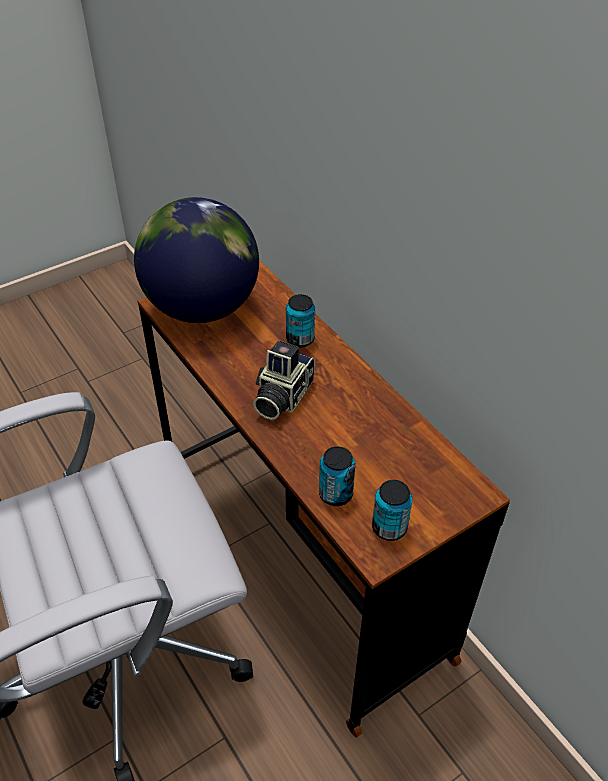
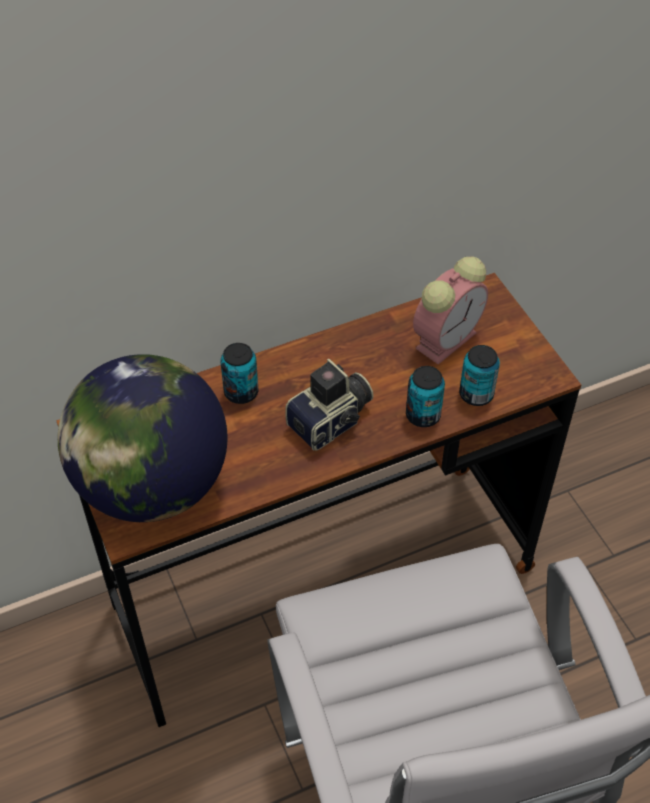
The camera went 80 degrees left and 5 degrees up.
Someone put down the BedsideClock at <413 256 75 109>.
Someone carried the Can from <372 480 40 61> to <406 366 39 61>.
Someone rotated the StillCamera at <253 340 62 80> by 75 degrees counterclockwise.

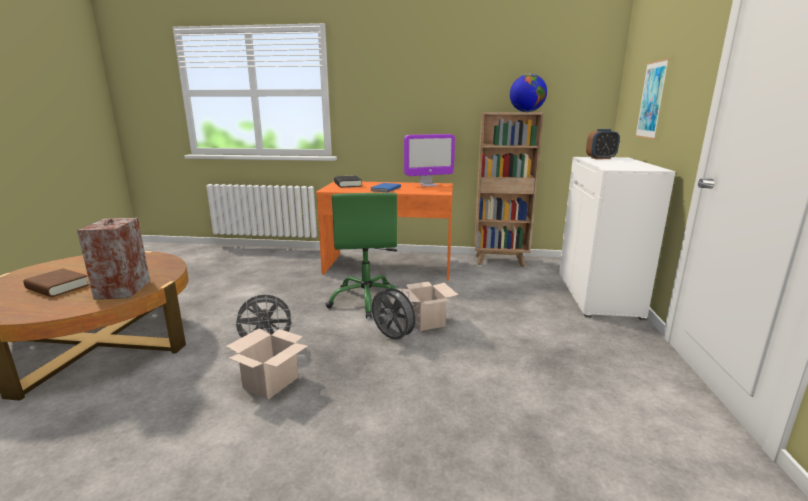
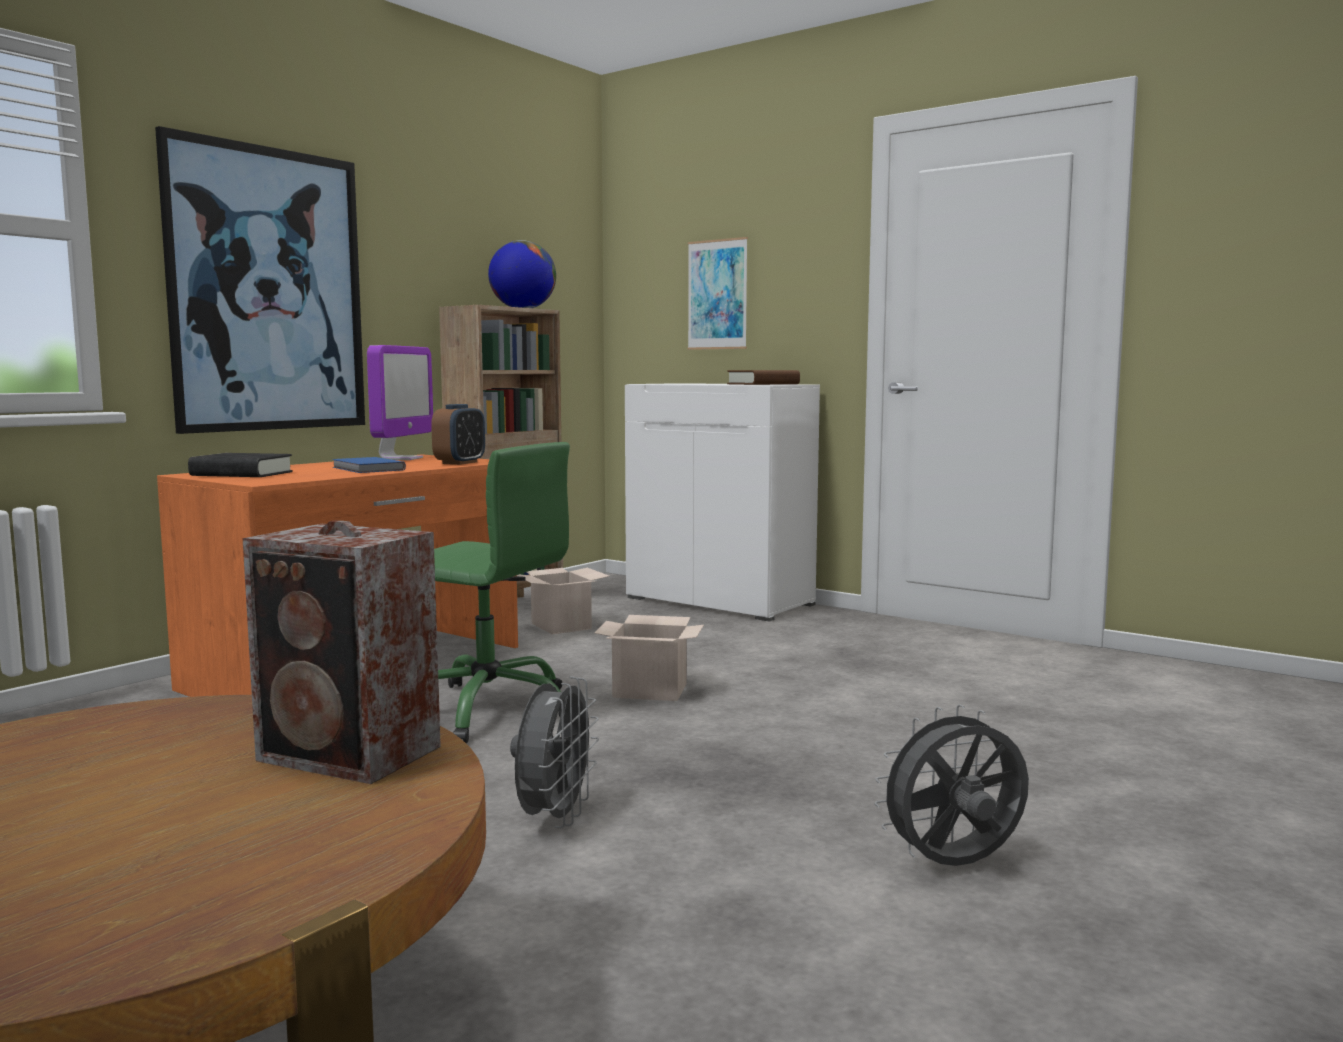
The camera went 60 degrees left and 10 degrees down.
Someone put up the WallArt at <155 126 210 308>.
Someone carried the BrownBoundBook from <23 268 67 29> to <727 370 73 15>.
Someone carried the Carton from <226 328 81 71> to <517 568 92 66>.
Someone carried the GrayElectricFan from <372 284 48 56> to <874 704 155 162>.
Someone carried the BedsideClock from <586 129 34 30> to <431 404 54 61>.

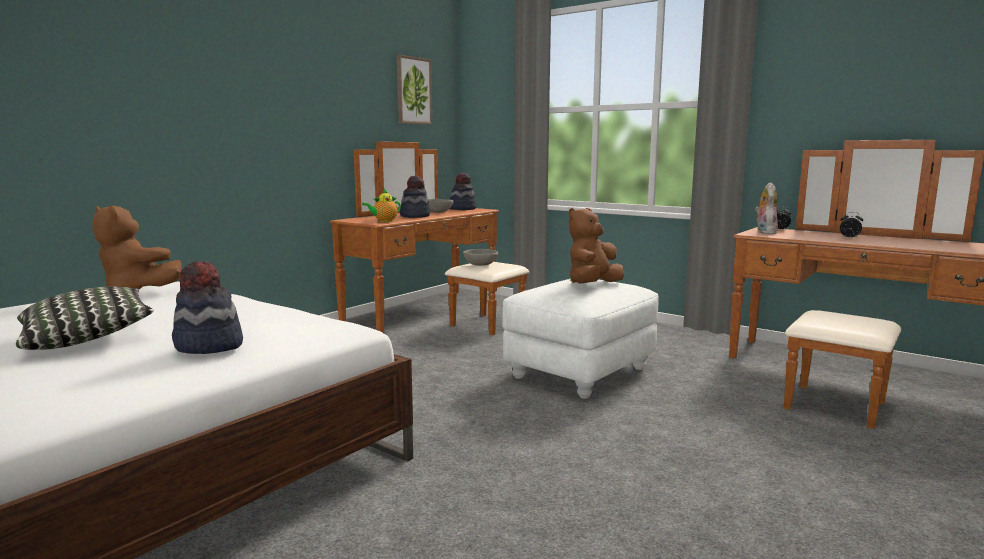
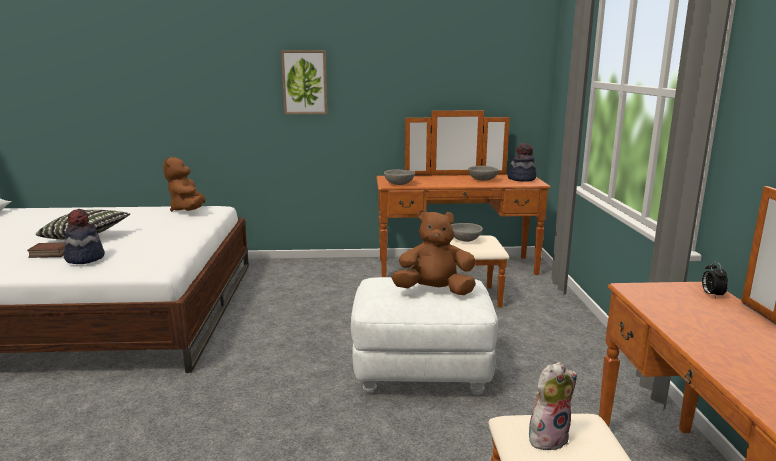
The camera went 50 degrees right and 5 degrees up.
Someone took away the Hat at <400 176 30 42>.
Someone took away the BedsideClock at <840 212 23 27>.
Someone put down the BoundBook at <27 243 38 15>.
Someone carried the WallArt from <397 54 35 70> to <281 50 46 64>.
Someone carried the CuddlyToy from <755 183 23 51> to <529 362 48 88>.
Someone swapped the PotForTea at <362 189 39 33> for the GrayBowl at <384 169 31 16>.

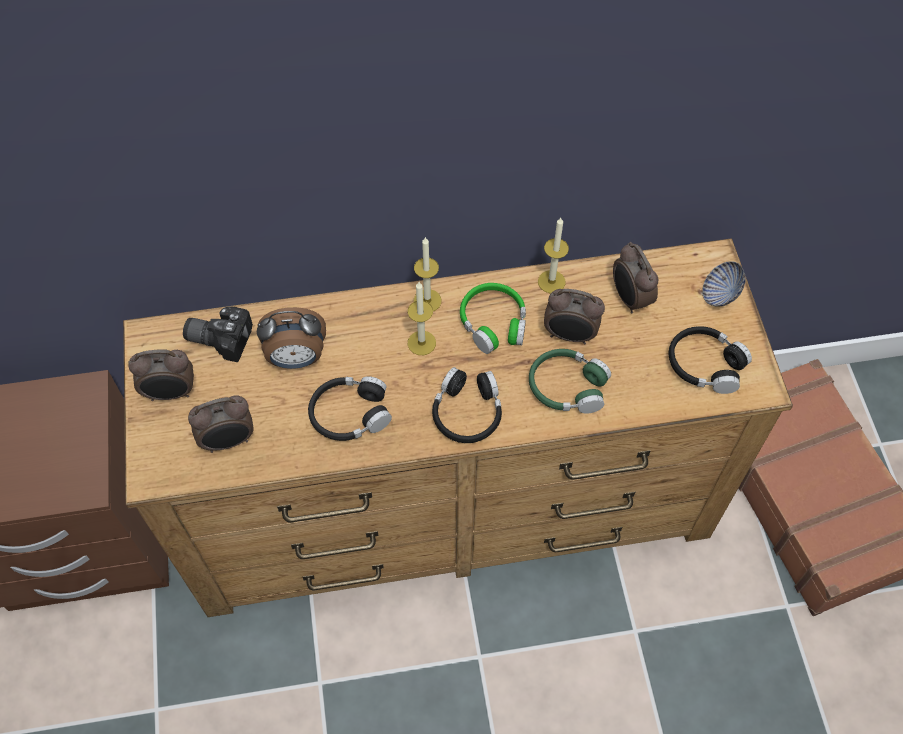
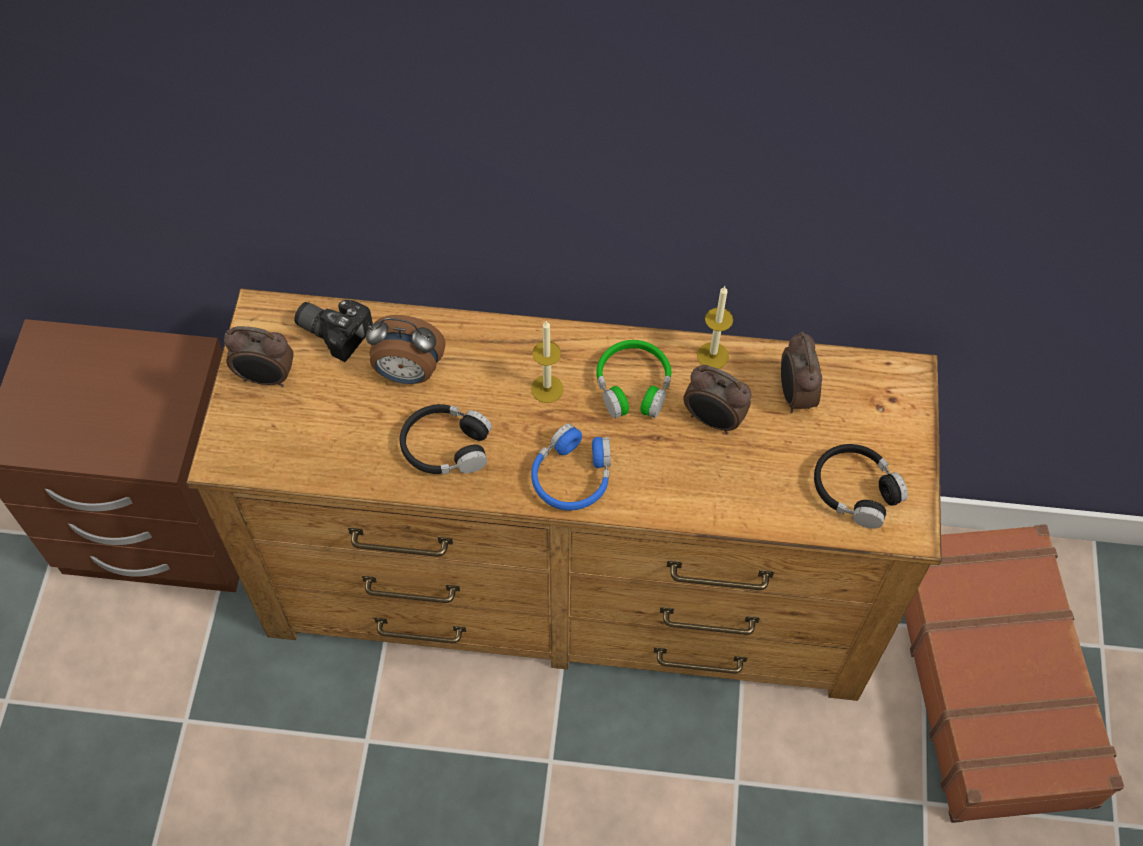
The camera went 15 degrees right and 0 degrees up.
Someone took away the BedsideClock at <188 395 66 58>.
Someone took away the WaxLight at <414 237 27 74>.
Someone took away the GreenishHeadset at <529 349 82 65>.
Someone took away the Bowl at <702 261 44 46>.
Someone repainted the BlackColouredHeadset at <432 367 70 76>, which became the BluishHeadset at <531 423 80 87>.

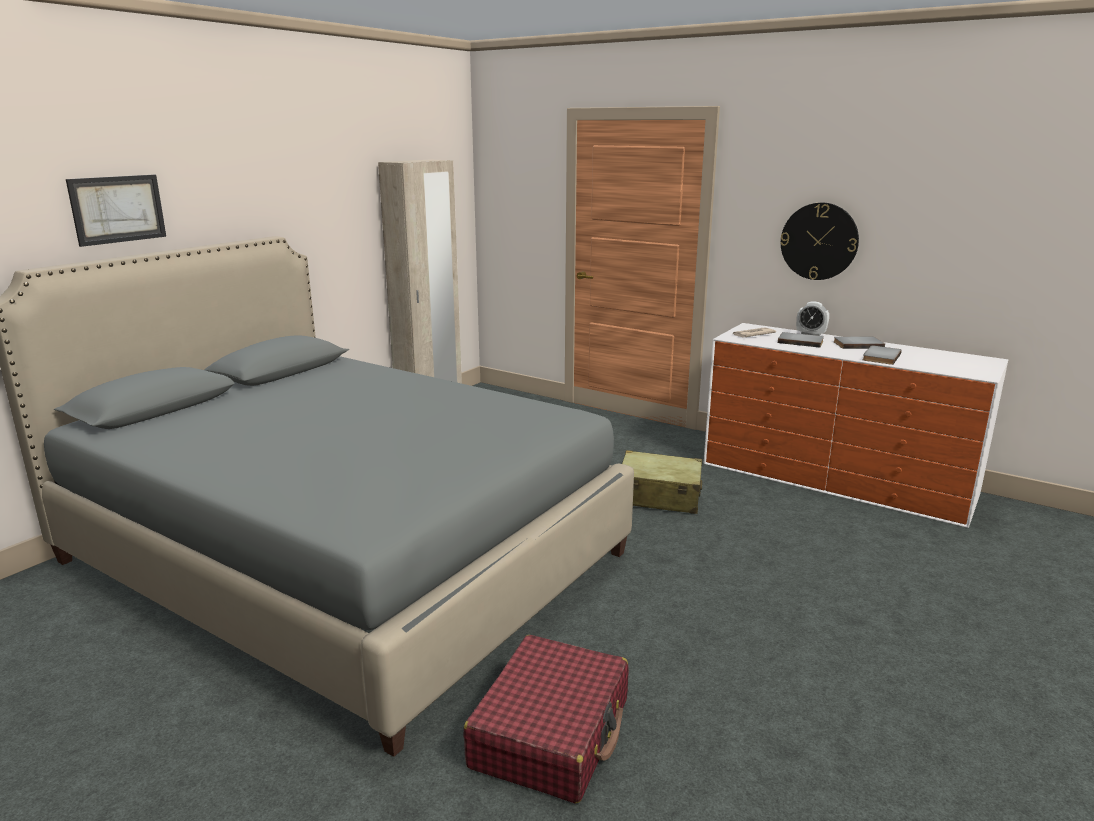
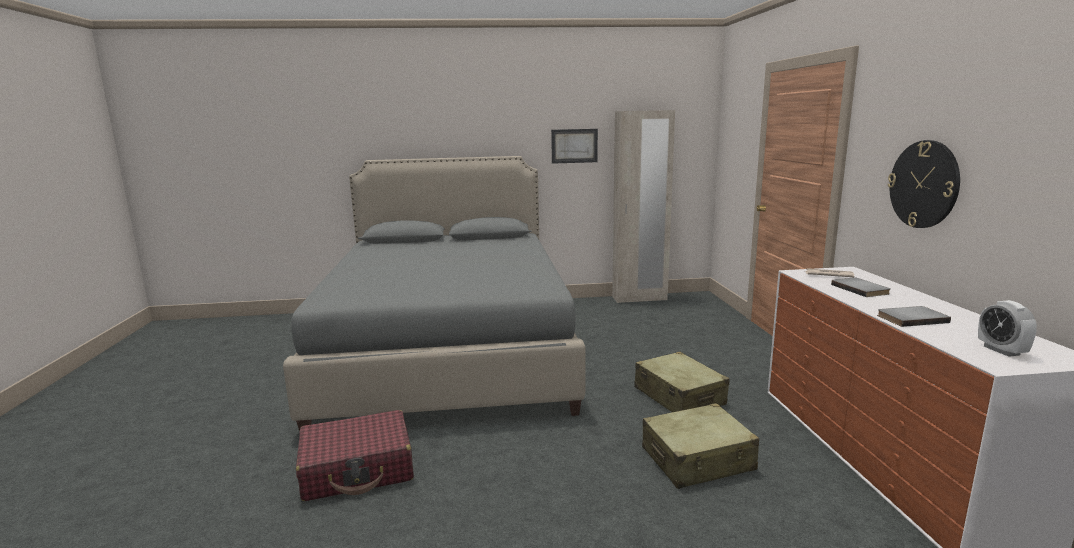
The camera went 50 degrees right and 5 degrees down.
Someone took away the GrayBoundBook at <834 337 51 12>.
Someone put down the SandColouredPieceOfLuggage at <642 403 117 86>.
Someone carried the WallArt from <66 175 100 72> to <551 129 47 35>.
Someone carried the BedsideClock from <796 301 33 35> to <978 300 59 57>.

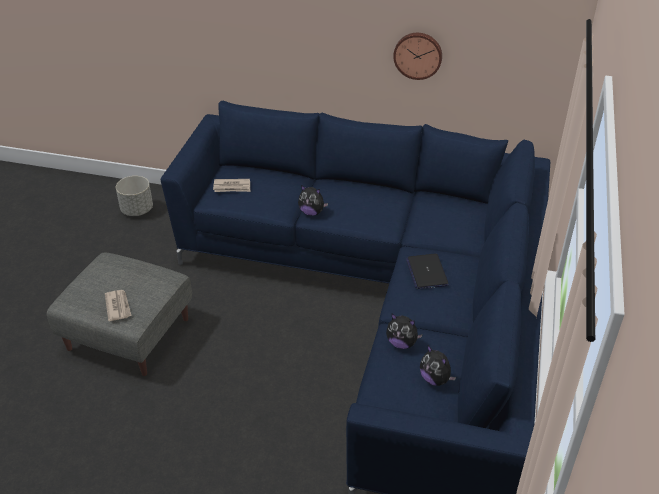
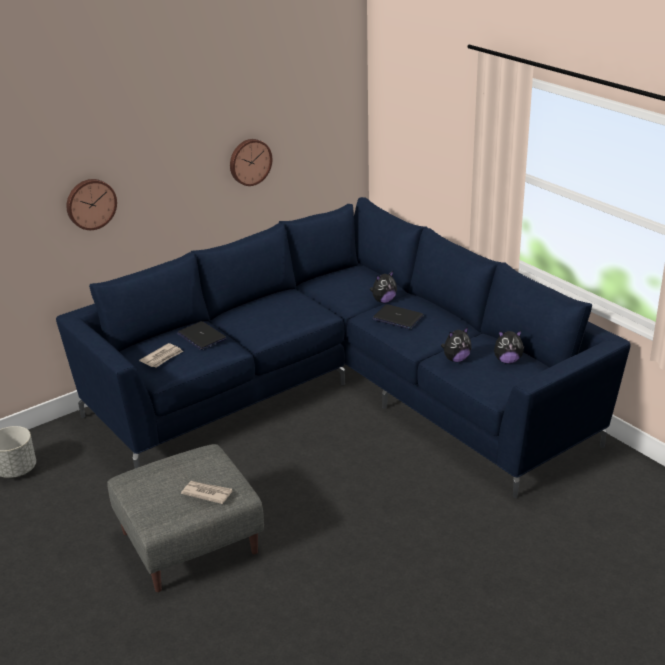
The camera went 50 degrees left and 10 degrees down.
Someone put up the ClockOnTheWall at <67 179 50 51>.
Someone put down the PortableComputer at <177 321 50 29>.
Someone carried the CuddlyToy from <298 185 30 31> to <370 271 27 32>.

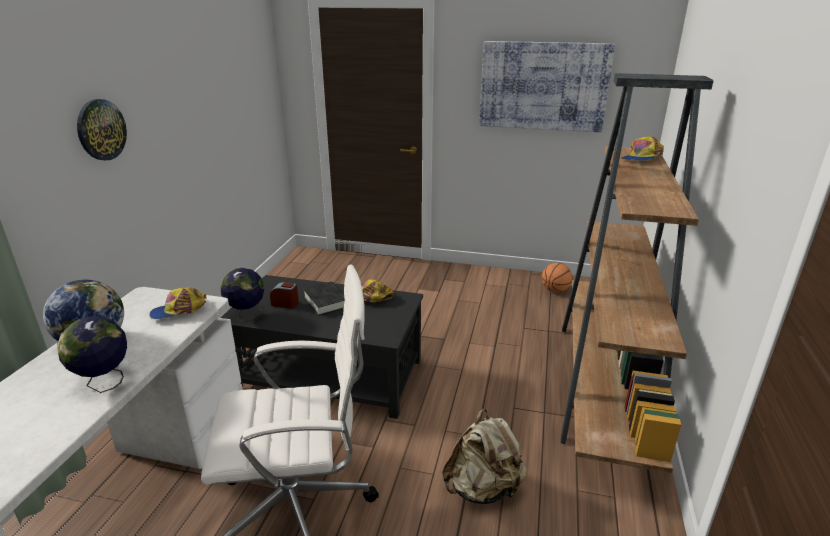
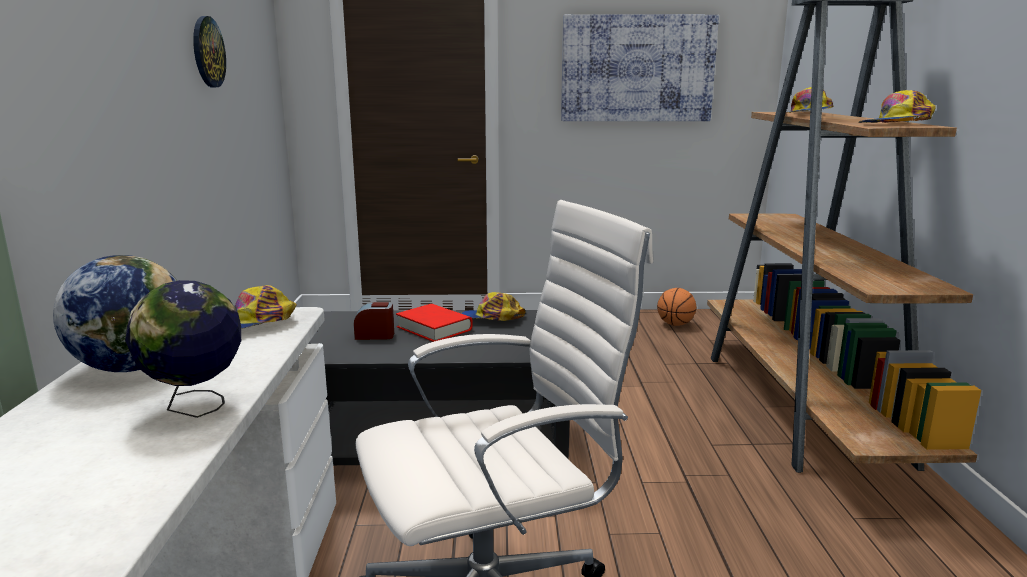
The camera went 15 degrees left and 10 degrees down.
Someone took away the Globe at <221 268 43 54>.
Someone took away the SandColouredBackpack at <442 409 85 95>.
Someone put down the BaseballCap at <858 90 78 33>.
Someone carried the ClockOnTheWall from <77 99 50 61> to <193 16 33 71>.
Someone repainted the BlackColouredBoundBook at <303 281 42 35>, which became the RedColouredBoundBook at <396 304 77 38>.

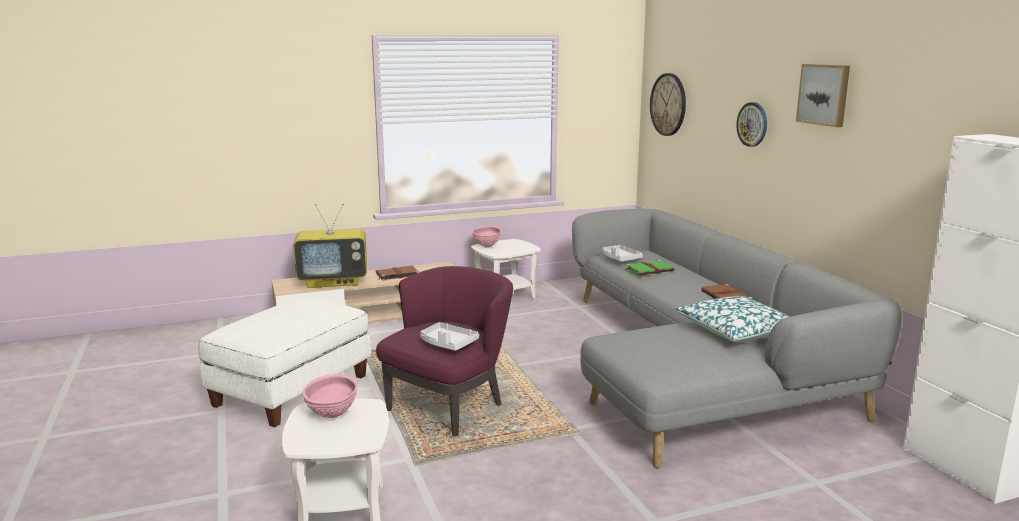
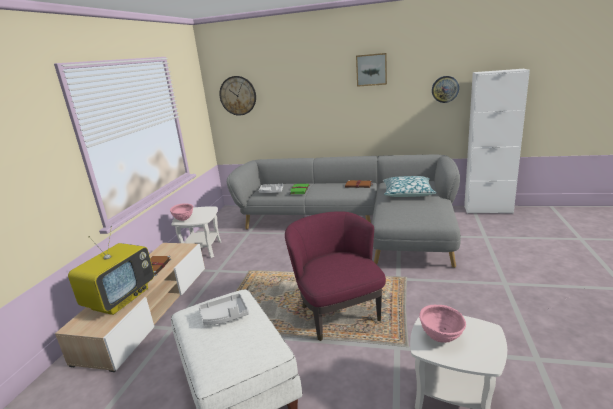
The camera went 55 degrees left and 5 degrees up.
Someone carried the GrayTray from <420 322 59 29> to <199 293 50 32>.
Someone carried the ClockOnTheWall from <736 102 31 45> to <432 76 27 27>.

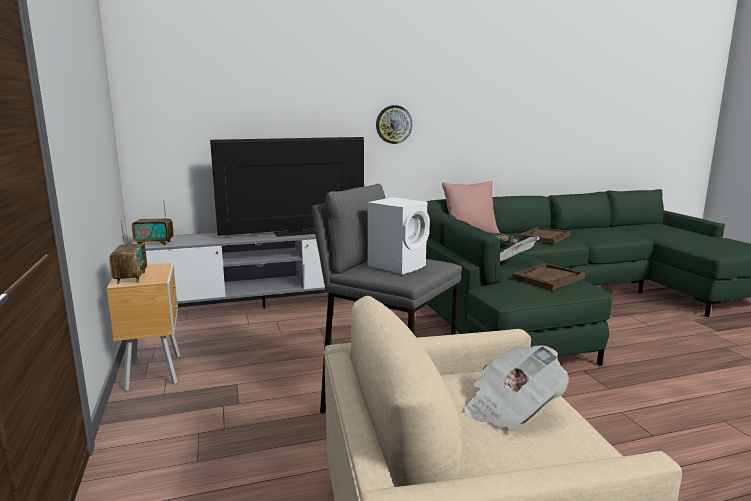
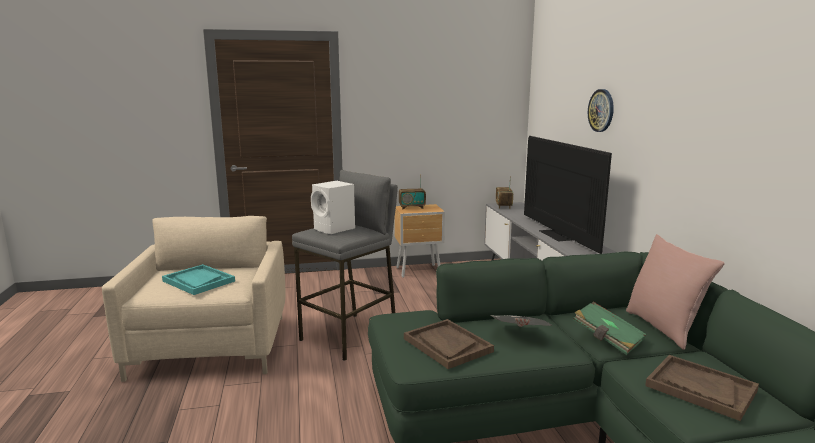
The camera went 95 degrees right and 0 degrees up.
Someone carried the ClockOnTheWall from <376 105 37 39> to <588 89 26 43>.
Someone swapped the DailyPaper at <463 345 106 86> for the TurquoiseTray at <162 264 73 31>.

